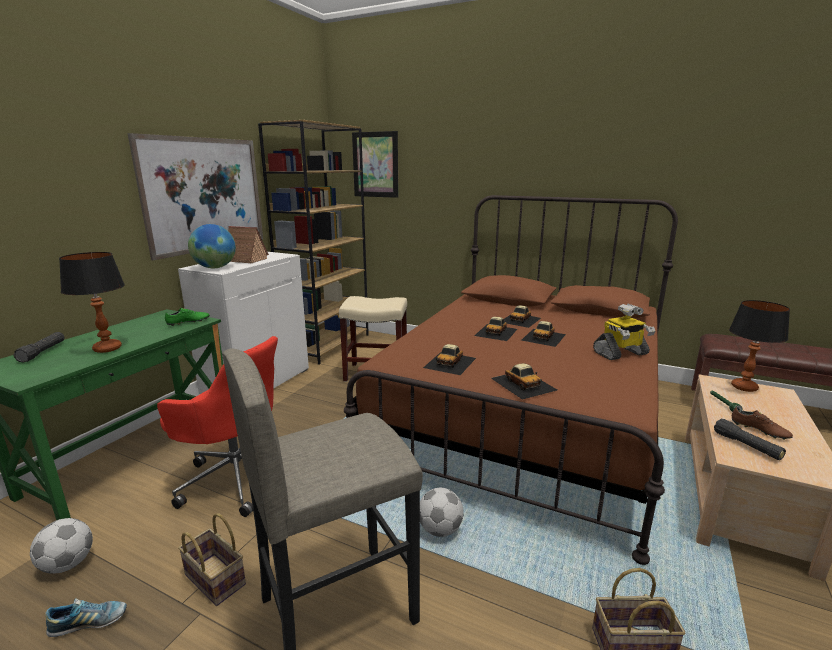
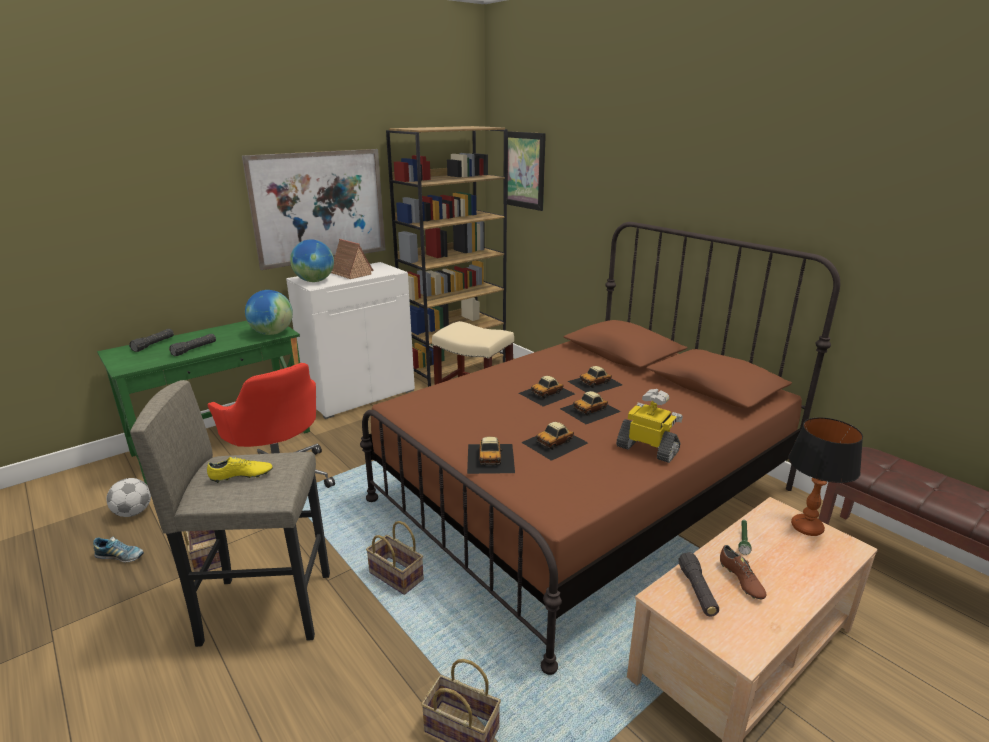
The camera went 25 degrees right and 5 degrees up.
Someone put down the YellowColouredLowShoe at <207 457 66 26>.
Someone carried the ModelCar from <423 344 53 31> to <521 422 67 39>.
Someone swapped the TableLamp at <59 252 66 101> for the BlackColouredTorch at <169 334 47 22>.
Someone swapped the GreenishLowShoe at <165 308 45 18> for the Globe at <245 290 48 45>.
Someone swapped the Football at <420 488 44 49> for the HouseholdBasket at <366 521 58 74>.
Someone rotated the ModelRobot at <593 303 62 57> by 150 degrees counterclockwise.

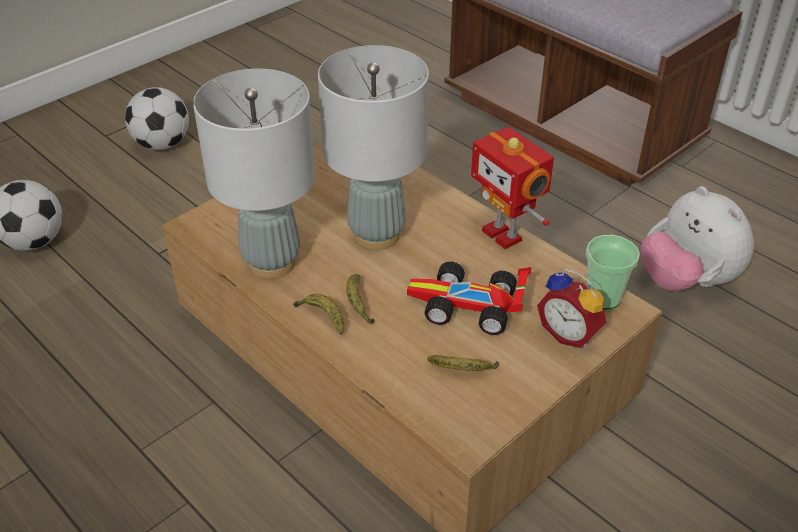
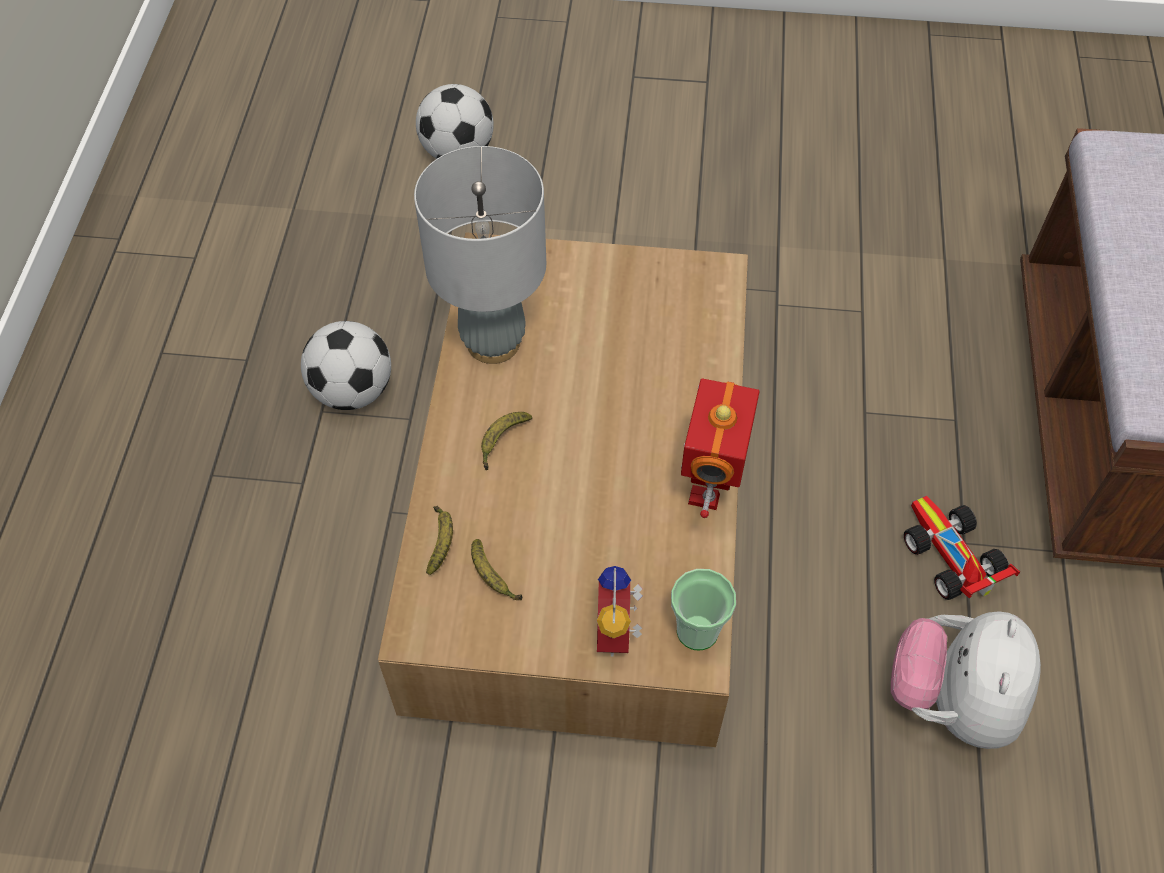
The camera went 50 degrees right and 15 degrees up.
Someone took away the GrayTableLamp at <318 45 111 205>.
Someone carried the Football from <125 87 64 63> to <301 321 90 89>.
Someone carried the BananaFruit from <293 294 51 41> to <426 506 27 69>.
Someone carried the ModelCar from <407 261 125 74> to <904 496 116 104>.

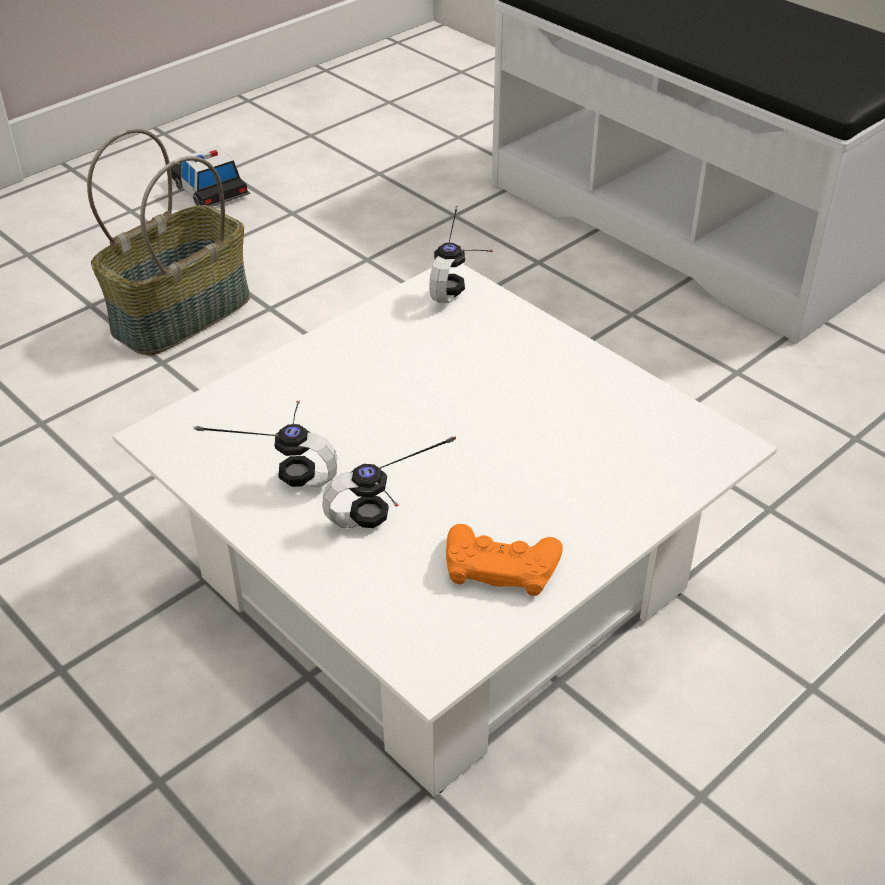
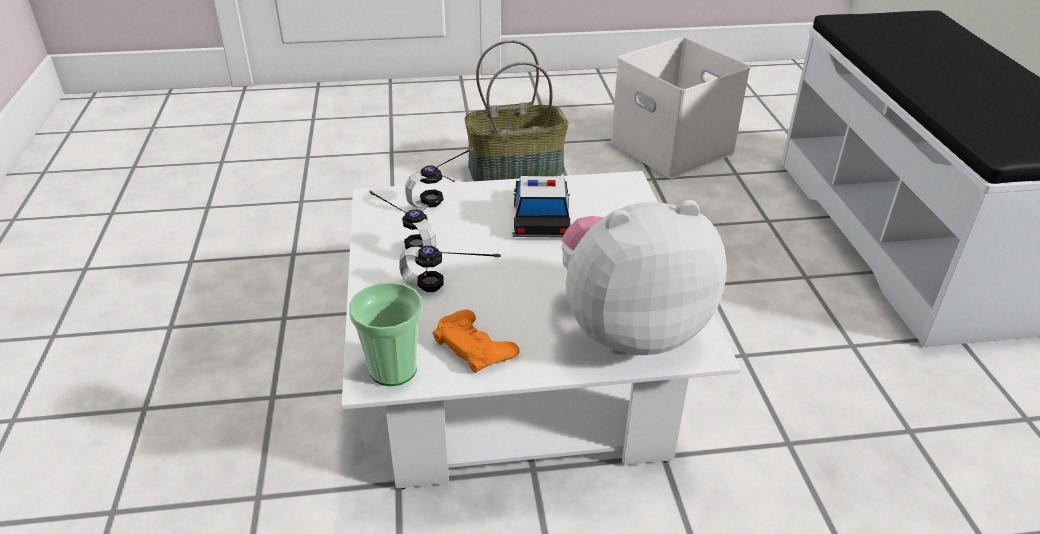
The camera went 35 degrees right and 5 degrees down.
Someone put down the Cup at <349 282 74 104>.
Someone put down the CuddlyToy at <561 200 166 155>.
Someone put down the WhitishStorageBox at <610 37 140 142>.
Someone carried the ModelCar from <171 146 79 61> to <512 176 59 61>.
Someone carried the Headset from <429 205 64 98> to <405 147 68 61>.

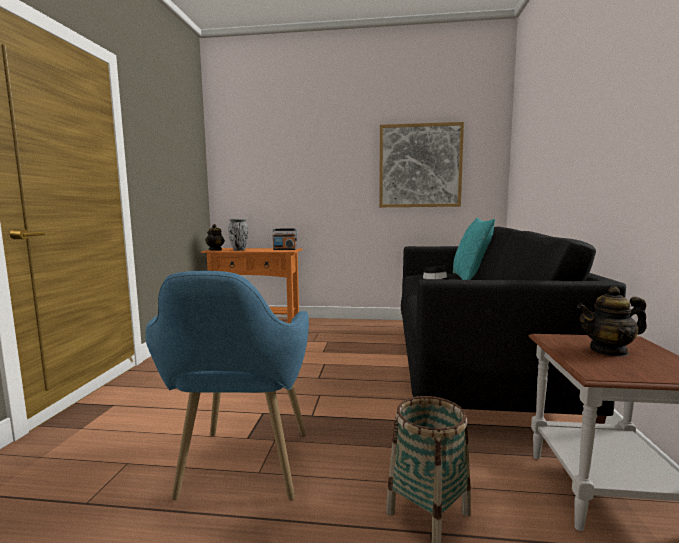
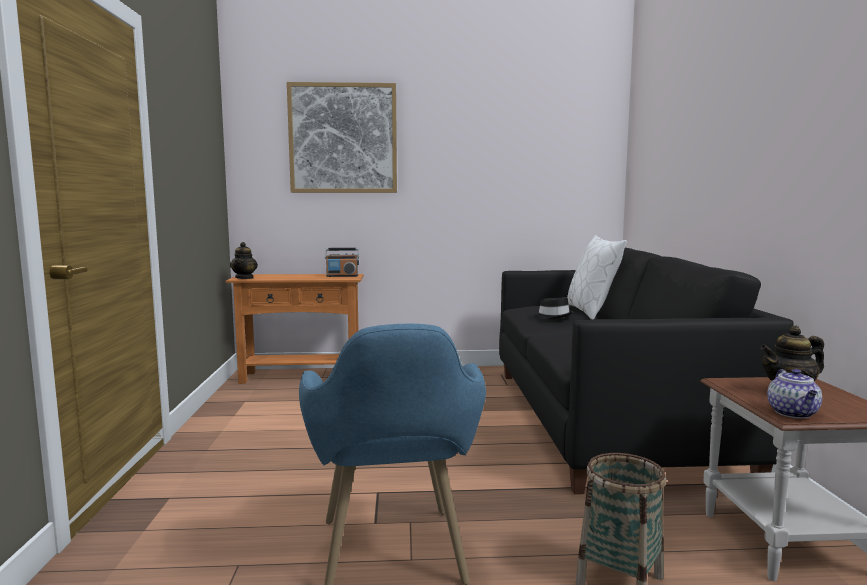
The camera went 10 degrees left and 0 degrees up.
Someone took away the FlowerVase at <228 218 21 33>.
Someone put down the PotForTea at <767 369 55 50>.
Someone carried the WallArt from <379 122 85 85> to <287 82 110 111>.
Someone repainted the TurquoisePillow at <453 218 42 62>, which became the WhitishPillow at <567 235 60 84>.

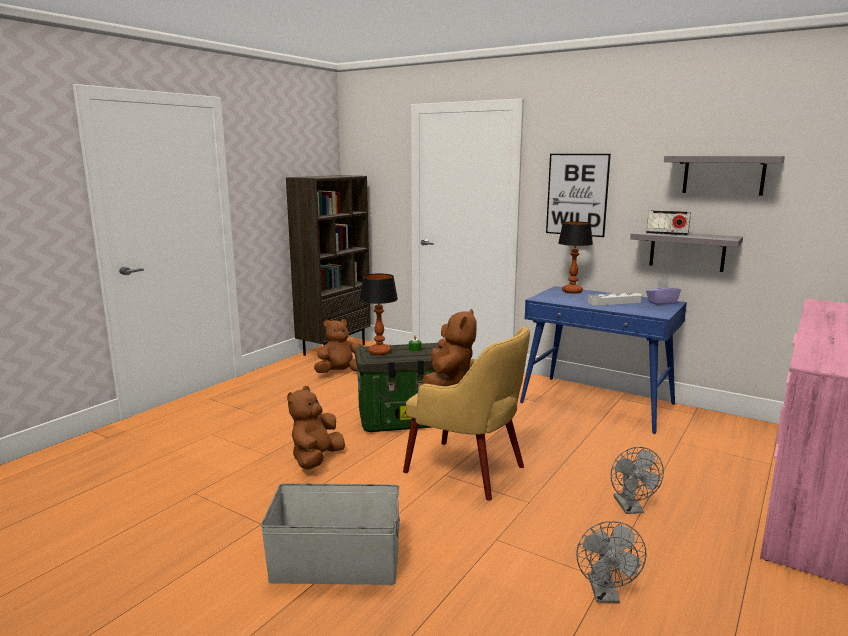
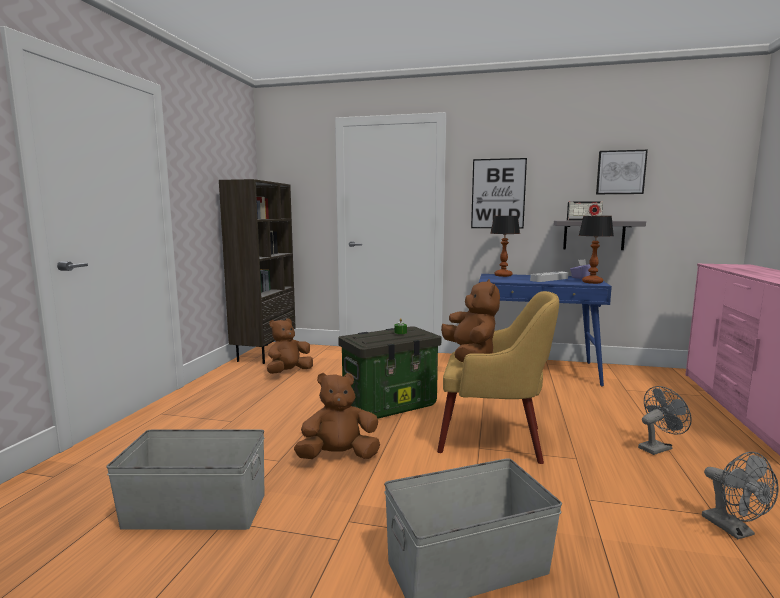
The camera went 20 degrees left and 5 degrees down.
Someone put down the GrayStorageBox at <106 430 159 100>.
Someone carried the TableLamp from <360 274 38 81> to <579 216 35 68>.
Someone swapped the GrayBracketShelf at <664 156 121 40> for the WallArt at <596 150 52 44>.
Someone rotated the BrownCuddlyToy at <287 386 58 84> by 75 degrees clockwise.
Someone rotated the GrayElectricFan at <611 447 53 67> by 90 degrees counterclockwise.

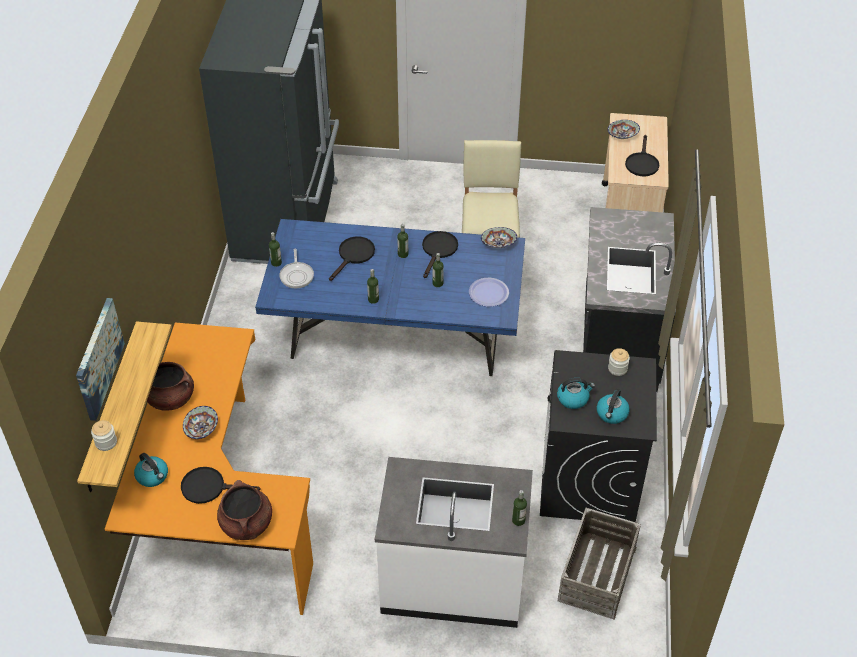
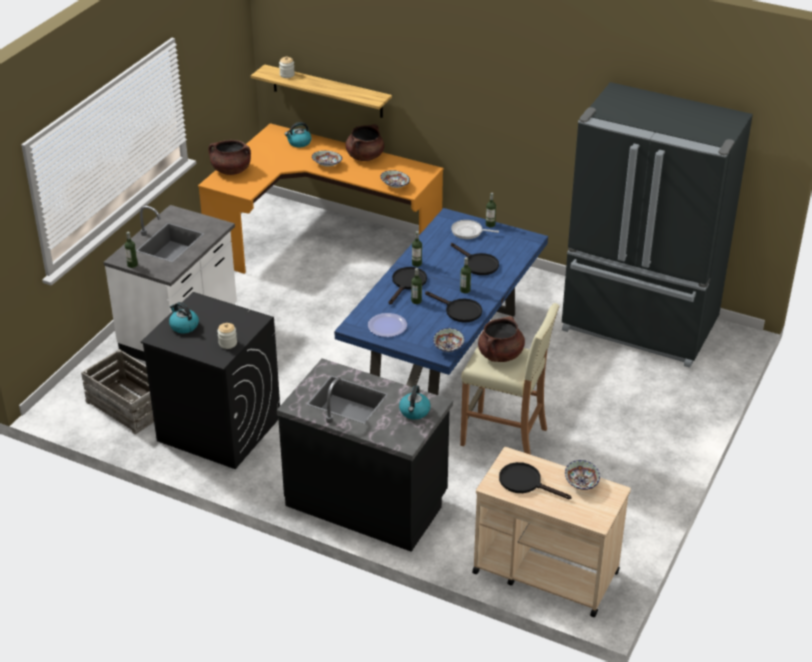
The camera went 110 degrees right and 10 degrees down.
Someone took away the WallArt at <76 298 49 123>.
Someone put down the Bowl at <381 170 29 18>.
Someone put down the BrownStockpot at <478 316 47 46>.
Someone carried the BlackColouredFryingPan from <181 467 80 37> to <388 267 39 38>.
Someone carried the Kettle from <557 378 38 31> to <399 385 32 35>.

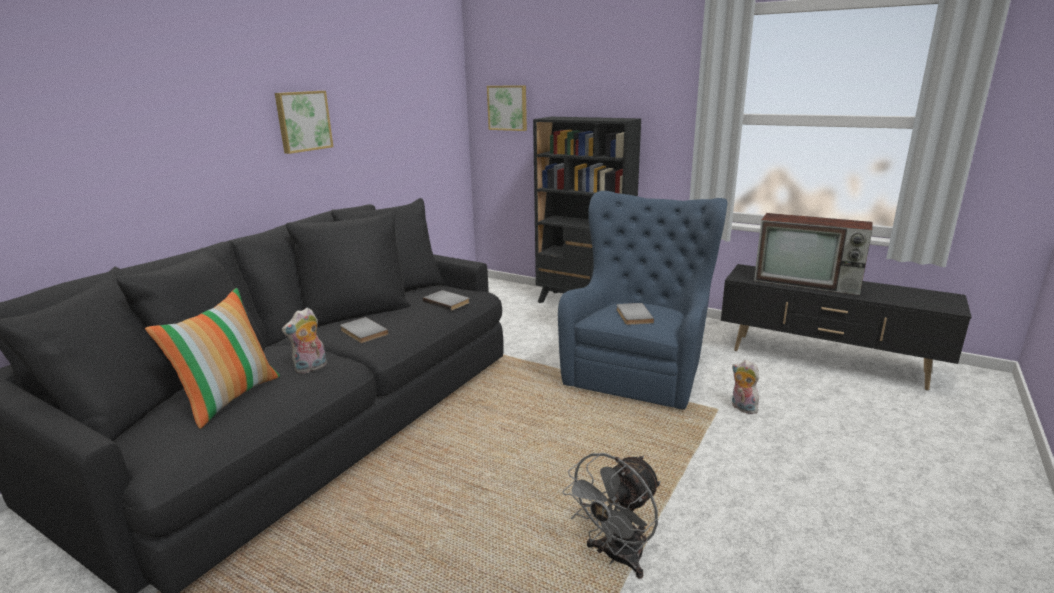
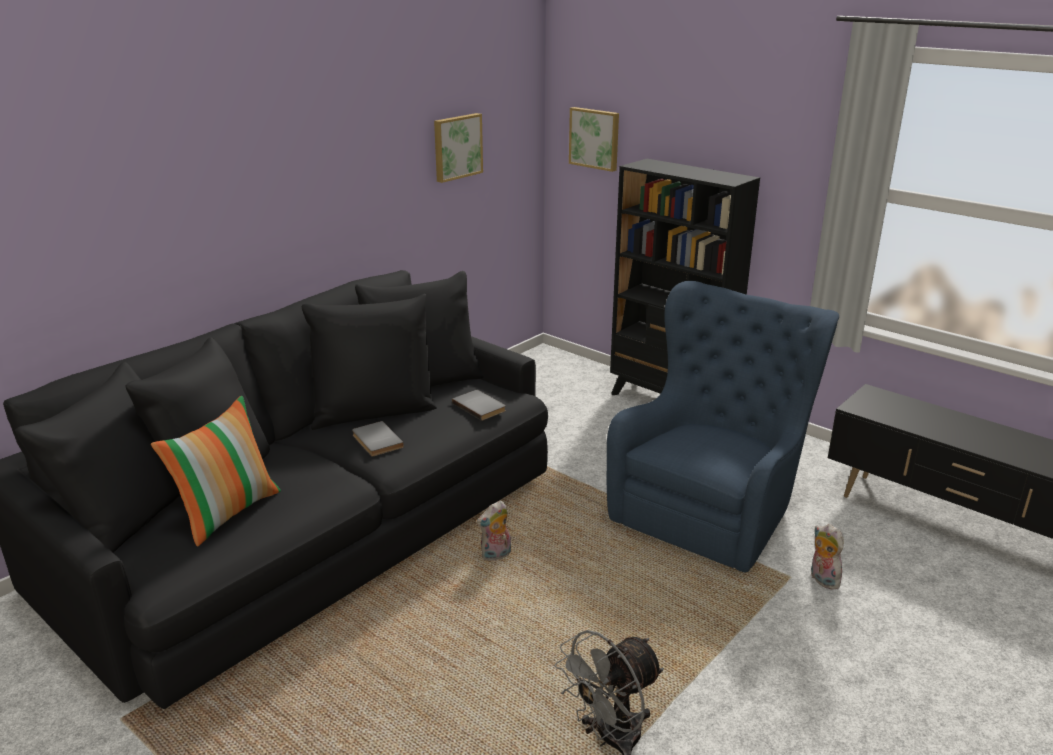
The camera went 10 degrees right and 5 degrees up.
Someone took away the GrayBoundBook at <616 303 38 22>.
Someone took away the Tv at <754 213 119 82>.
Someone carried the WallArt from <275 91 58 63> to <434 113 49 70>.
Someone carried the CuddlyToy from <282 307 45 67> to <477 501 34 60>.

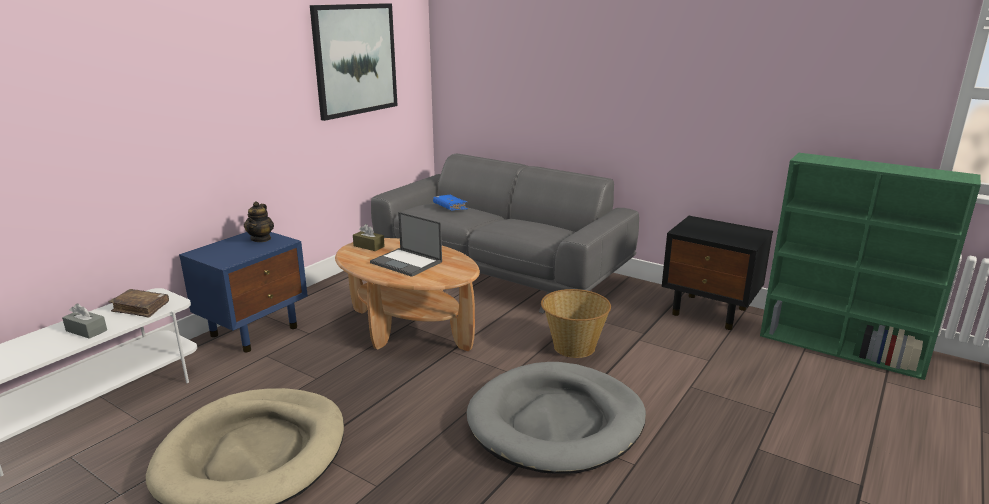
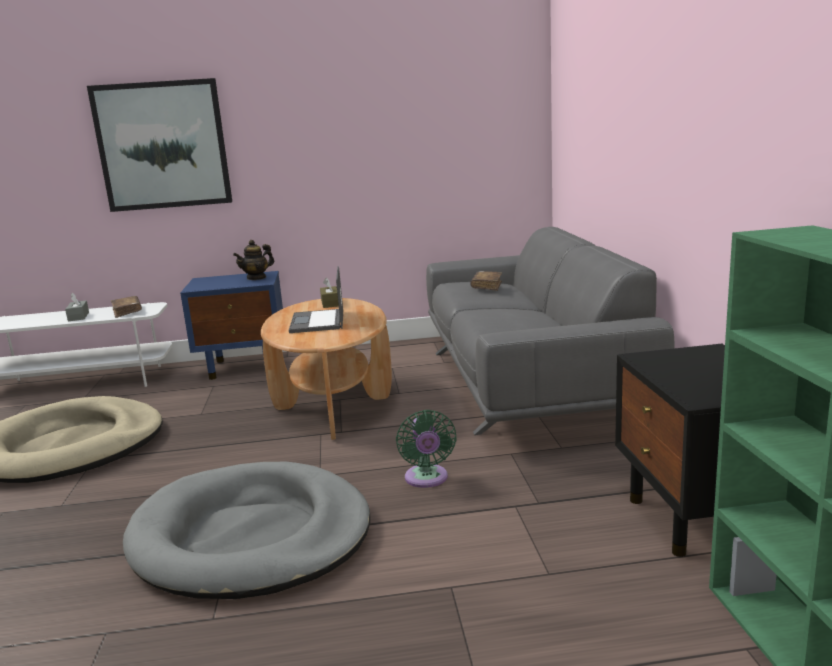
The camera went 50 degrees right and 5 degrees down.
Someone carried the WallArt from <310 3 88 118> to <87 78 145 134>.
Someone swapped the HouseholdBasket at <541 289 70 69> for the GreenishElectricFan at <396 410 61 78>.
Someone repainted the BluishBoundBook at <433 195 35 15>, which became the BrownBoundBook at <470 271 32 20>.

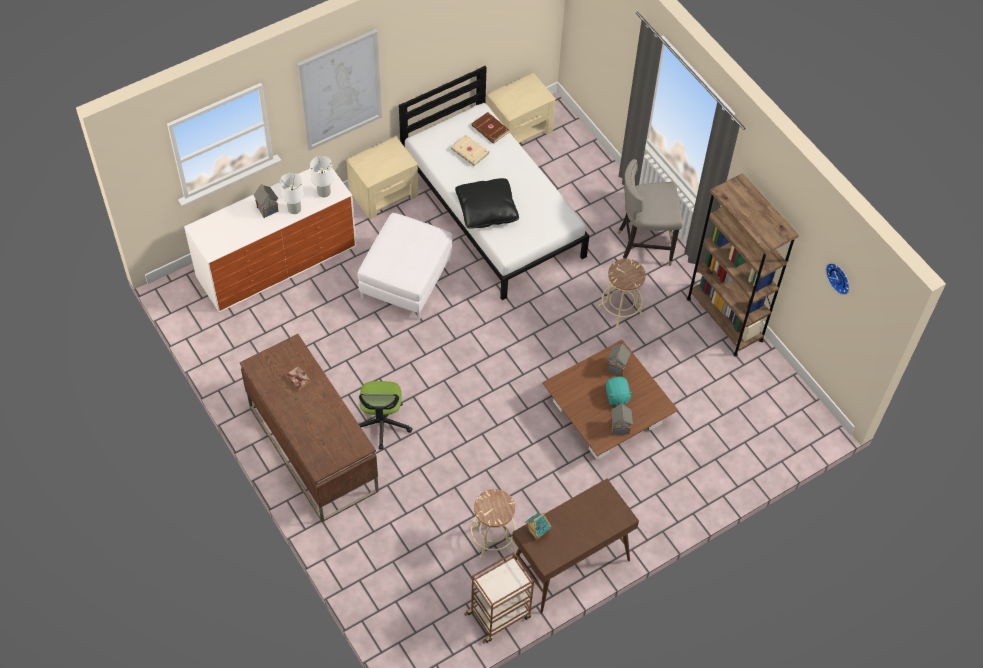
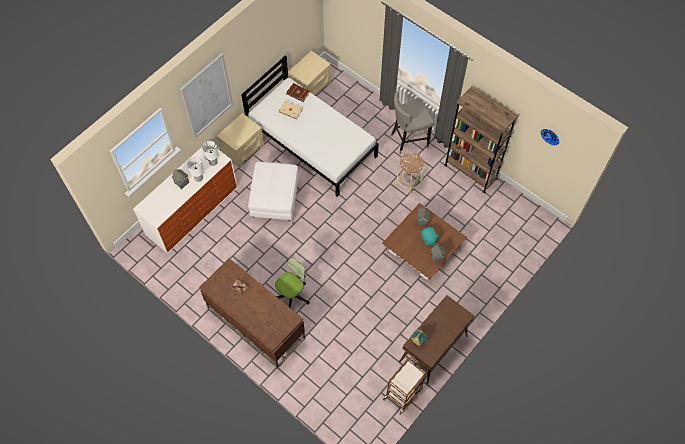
The camera went 15 degrees left and 5 degrees up.
Someone took away the BlackColouredPillow at <455 178 64 51>.
Someone took away the SandColouredStool at <470 489 46 70>.
Someone rotated the DeskChair at <359 381 53 69> by 120 degrees counterclockwise.

